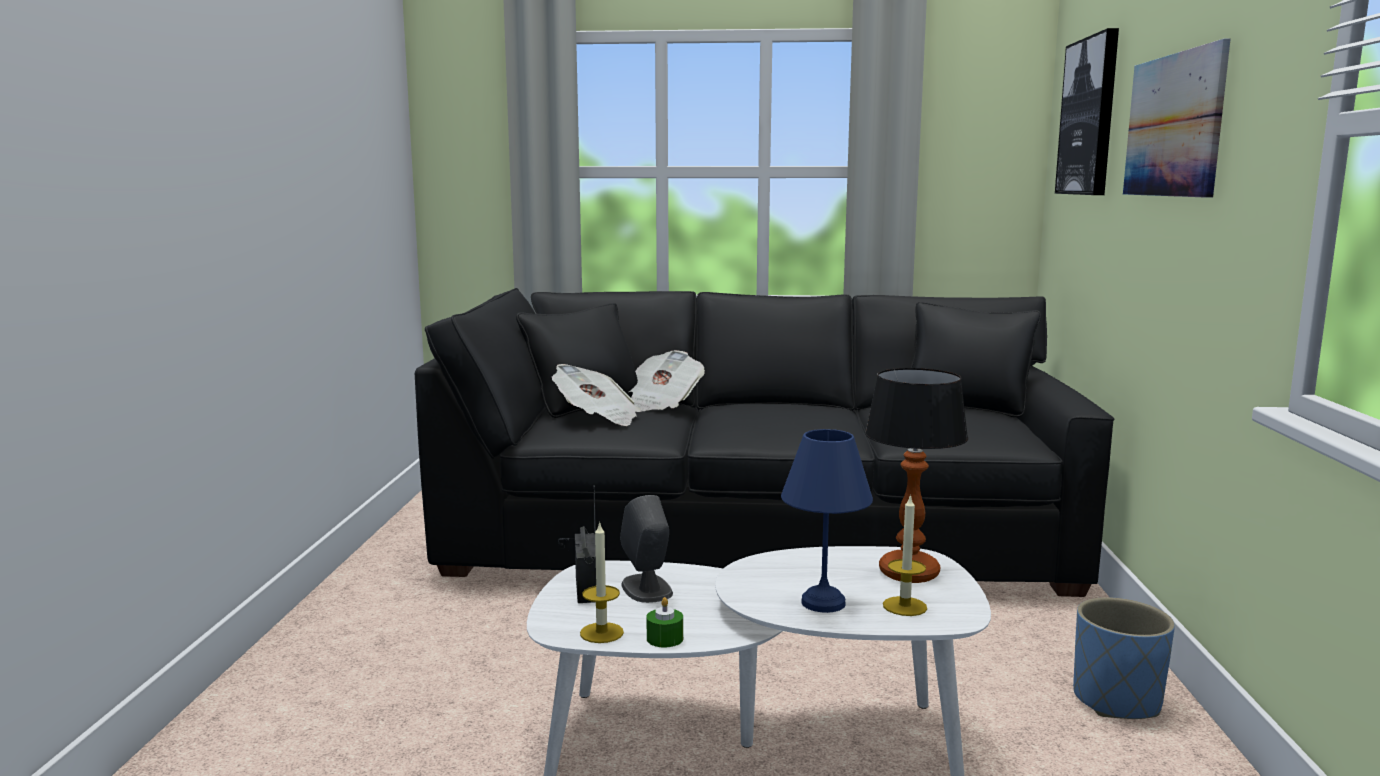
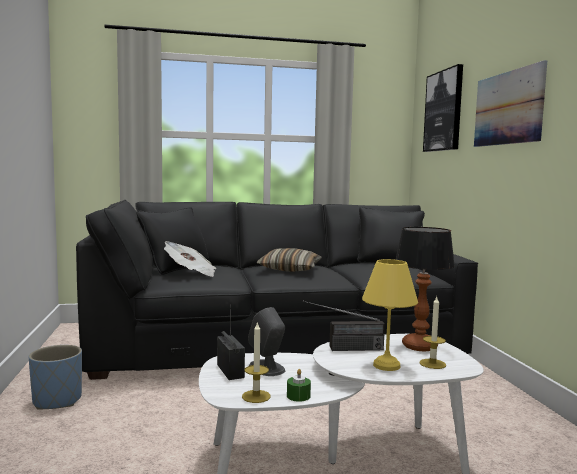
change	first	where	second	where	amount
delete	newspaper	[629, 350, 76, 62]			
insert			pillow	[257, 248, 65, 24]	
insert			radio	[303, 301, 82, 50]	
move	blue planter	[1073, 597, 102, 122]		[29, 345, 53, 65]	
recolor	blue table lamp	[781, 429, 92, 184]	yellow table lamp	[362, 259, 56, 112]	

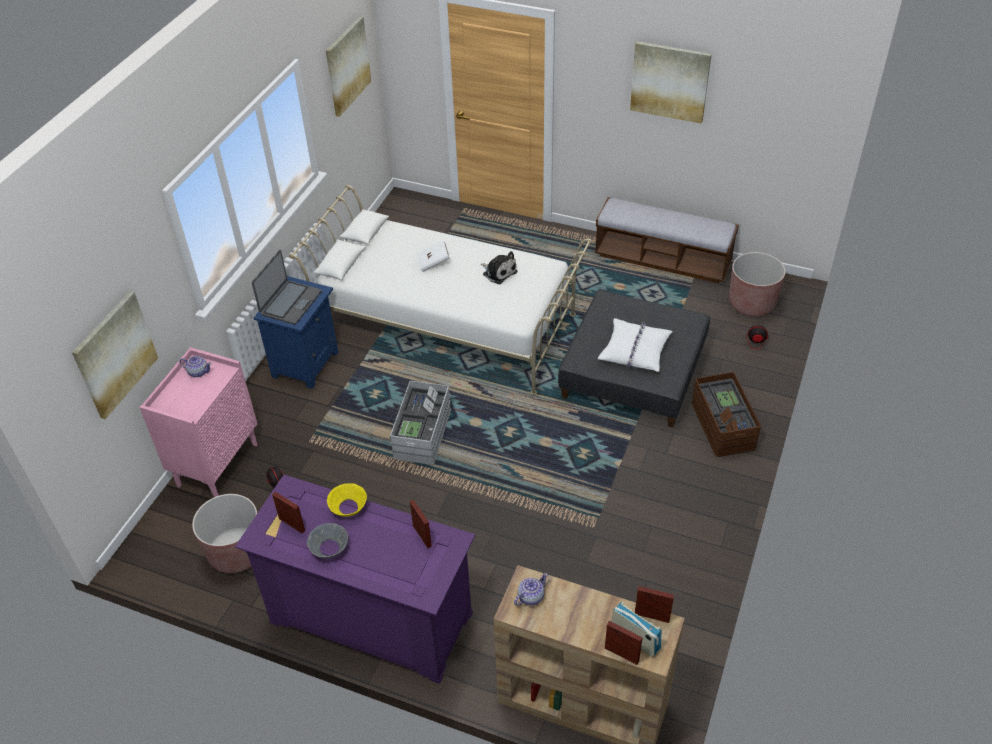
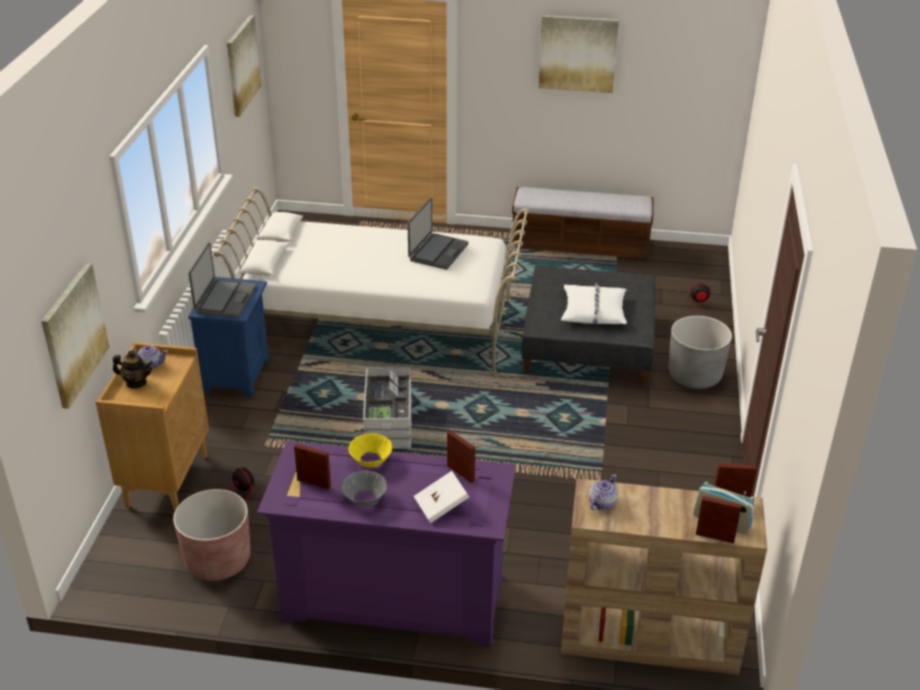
change	first	where	second	where	amount
delete	brown planter	[729, 252, 57, 65]			
insert			teapot	[113, 350, 40, 38]	
move	white book	[417, 240, 33, 32]		[414, 471, 55, 52]	
replace	plush toy	[481, 251, 37, 33]	laptop	[407, 198, 62, 72]	
replace	brown storage box	[691, 372, 70, 85]	grey planter	[668, 316, 64, 73]	
recolor	pink cabinet	[139, 347, 119, 150]	brown cabinet	[96, 342, 113, 170]	

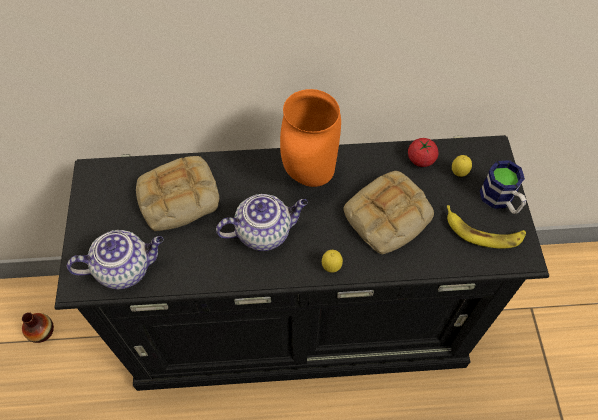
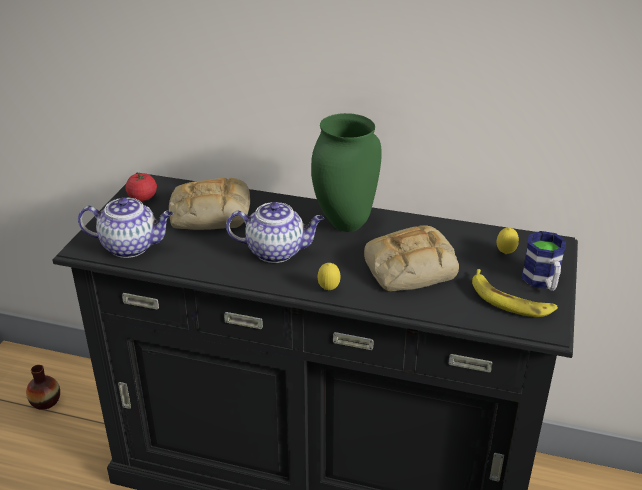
change	first	where	second	where	amount
move	tomato	[408, 138, 30, 29]		[125, 173, 32, 28]	
recolor	orange vase	[280, 89, 61, 98]	green vase	[311, 113, 70, 119]	

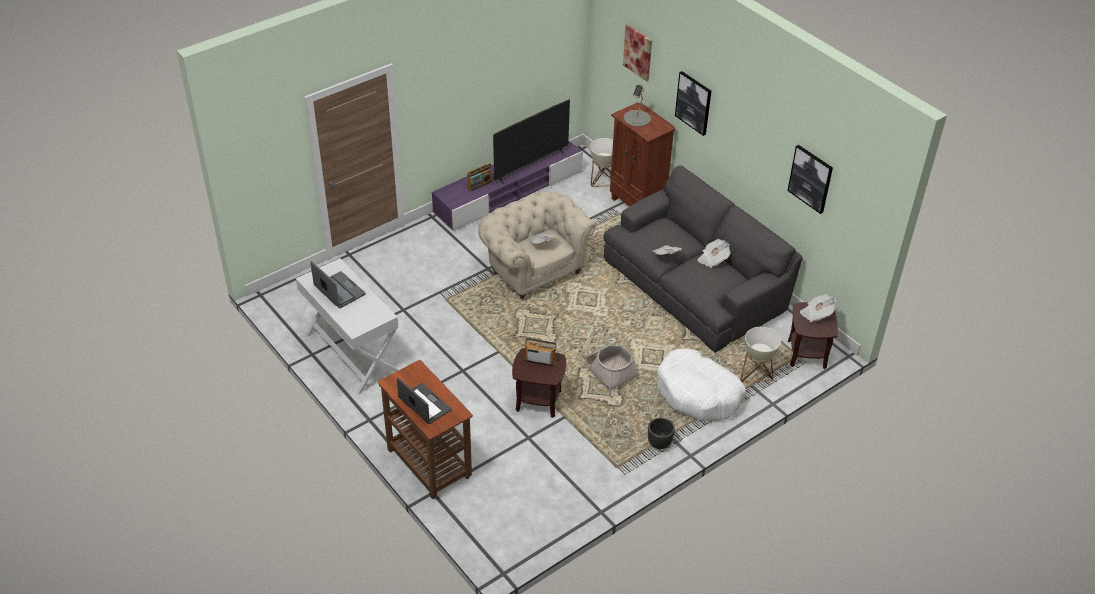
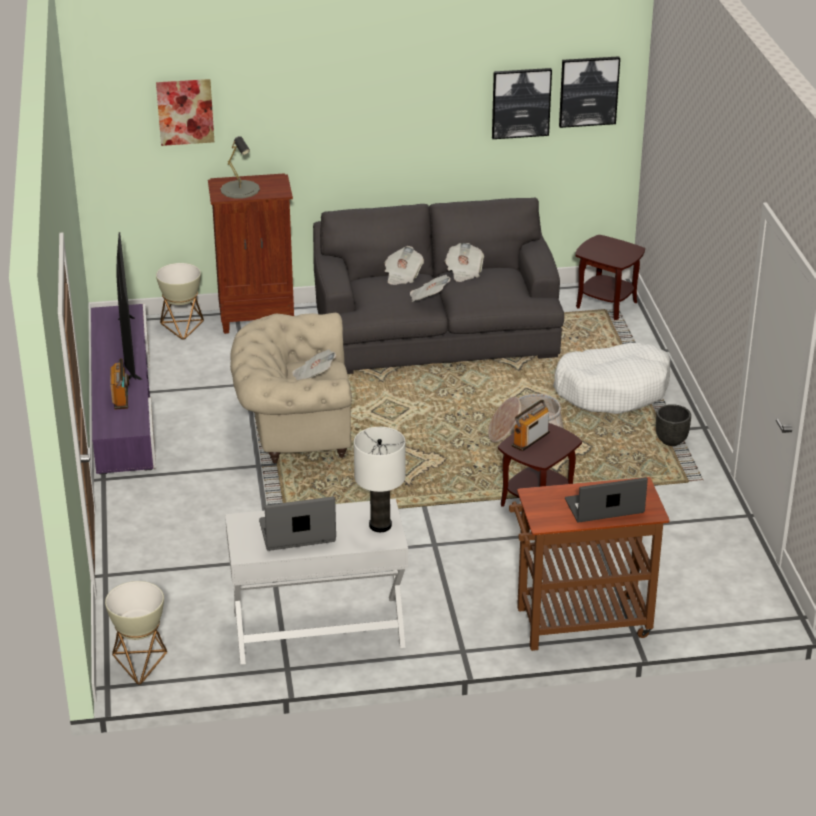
change	first	where	second	where	amount
insert			white table lamp	[354, 427, 52, 105]	
move	picture	[675, 71, 36, 65]		[559, 56, 61, 72]	
move	planter	[740, 327, 41, 55]		[105, 581, 62, 104]	
move	newspaper	[800, 294, 36, 28]		[385, 246, 39, 39]	

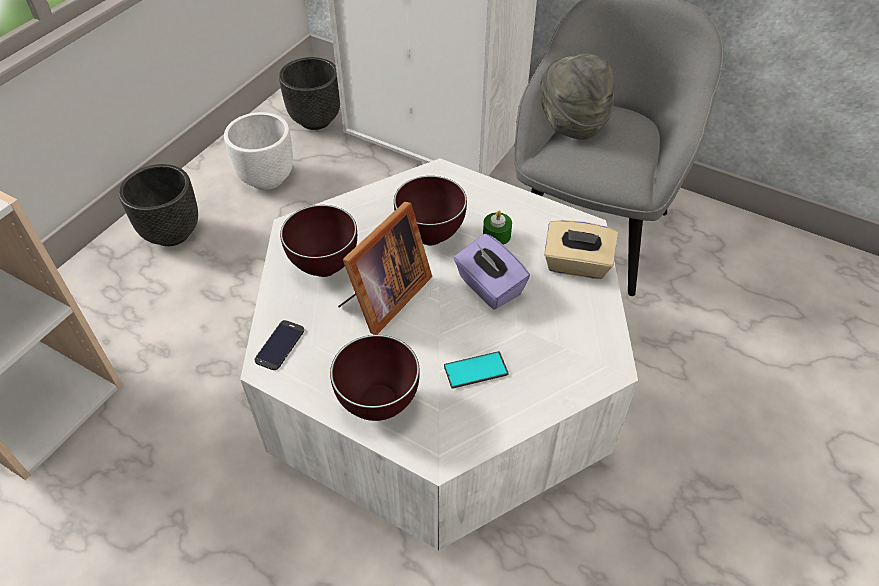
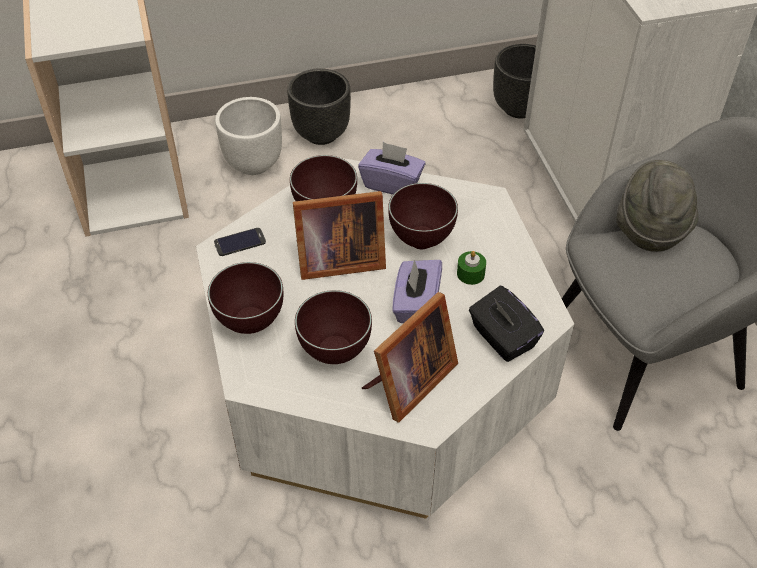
change	first	where	second	where	amount
insert			purple tissue box	[358, 142, 68, 53]	
insert			picture frame	[362, 292, 96, 131]	
move	white planter	[224, 112, 69, 78]		[215, 97, 67, 78]	
replace	phone	[444, 351, 65, 38]	brown bowl	[295, 290, 77, 74]	
recolor	beige tissue box	[544, 220, 74, 59]	black tissue box	[469, 286, 75, 76]	

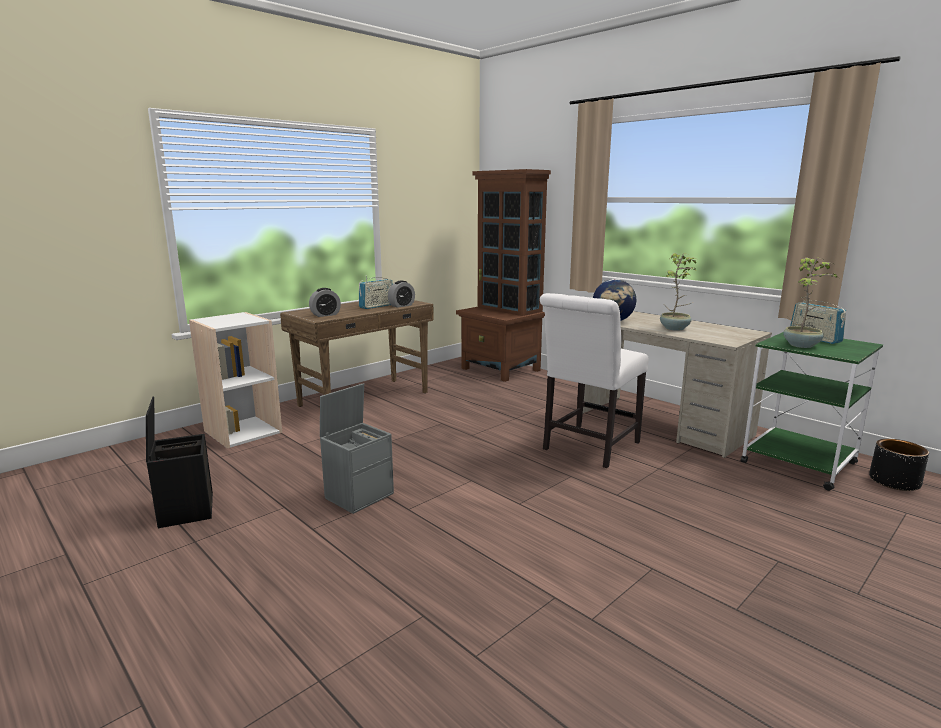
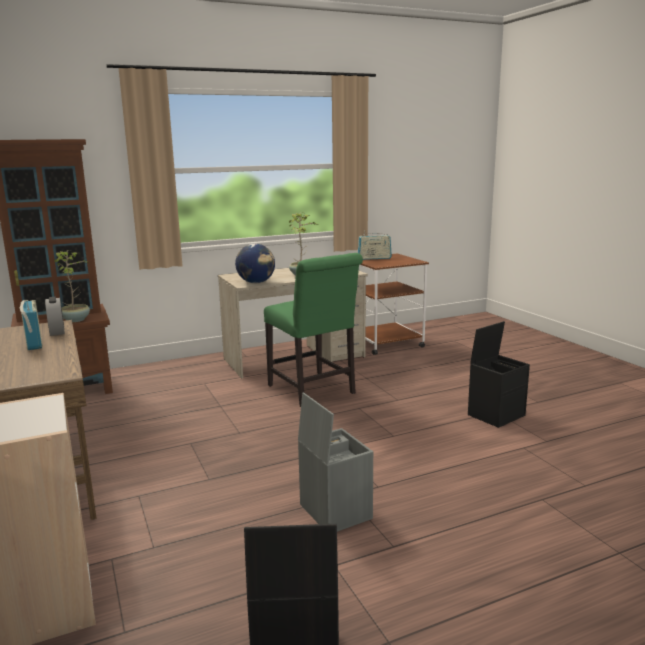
change	first	where	second	where	amount
delete	alarm clock	[309, 288, 32, 29]			
delete	black planter	[869, 439, 60, 52]			
insert			black storage box	[468, 321, 62, 107]	
move	potted plant	[783, 257, 56, 91]		[54, 250, 36, 72]	
recolor	white chair	[540, 293, 108, 175]	green chair	[264, 253, 99, 154]	
recolor	green cart	[741, 332, 142, 159]	brown cart	[359, 254, 70, 101]	

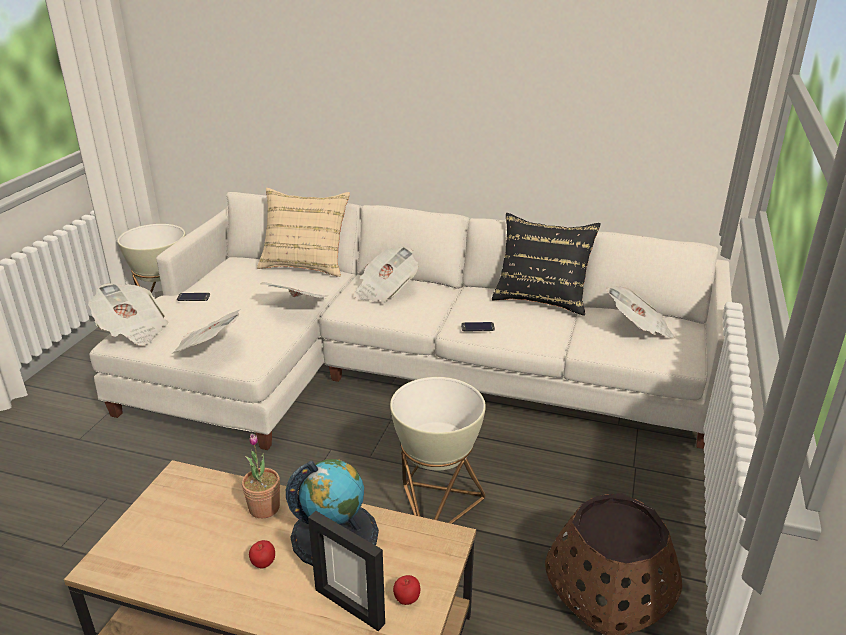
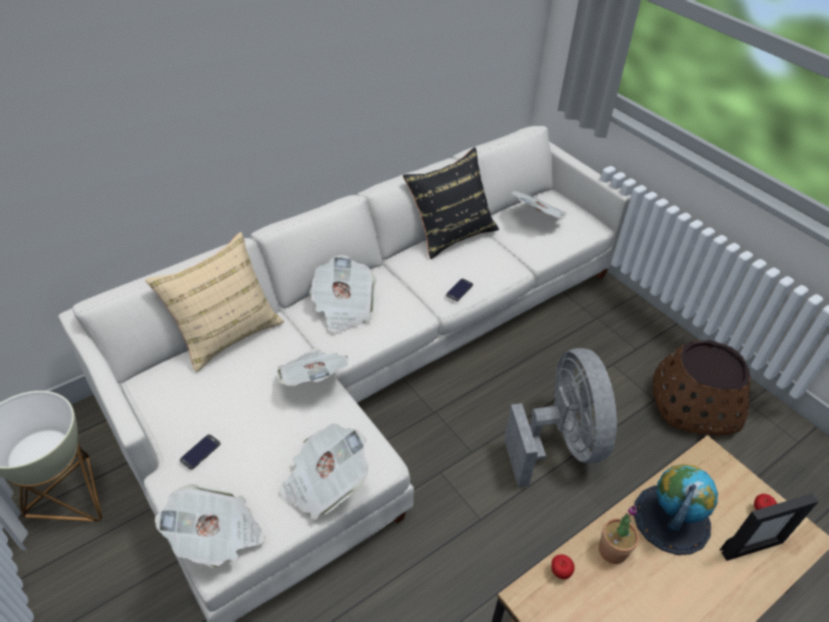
change	first	where	second	where	amount
move	apple	[249, 540, 26, 28]		[551, 554, 24, 25]	
replace	planter	[390, 377, 96, 147]	grey fan	[504, 348, 113, 139]	

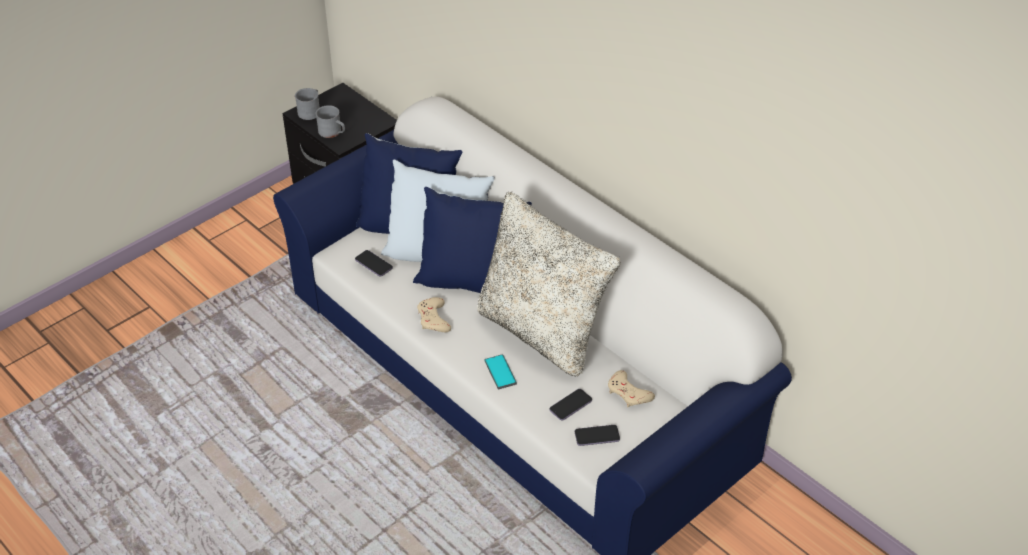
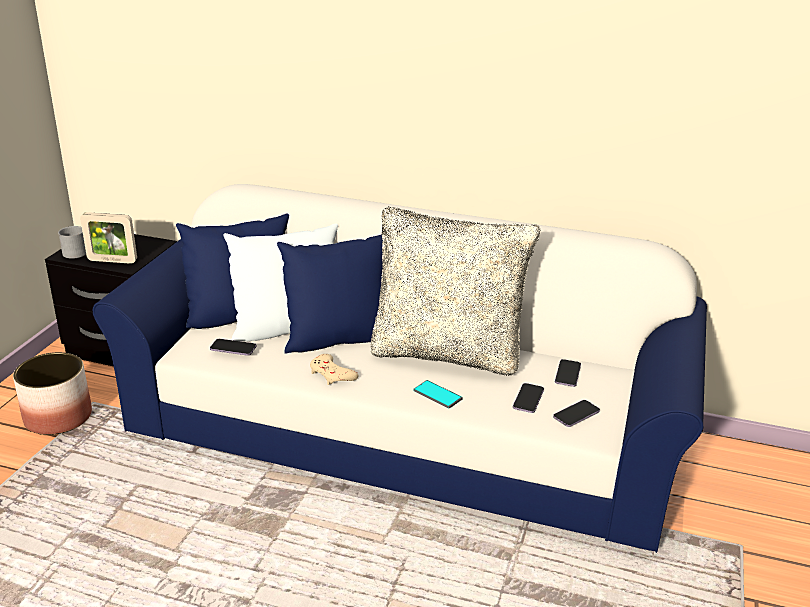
change	first	where	second	where	amount
insert			planter	[13, 352, 79, 83]	
replace	grey mug	[316, 105, 29, 33]	picture frame	[80, 212, 57, 52]	
replace	beige game controller	[608, 370, 47, 37]	phone	[555, 359, 26, 28]	

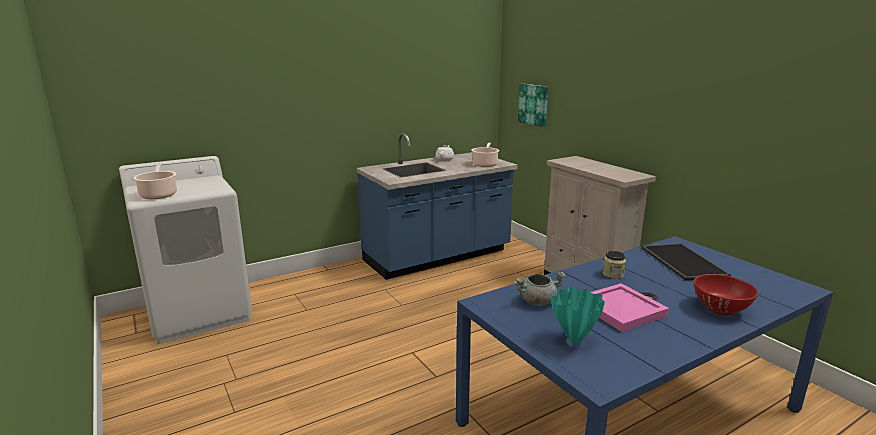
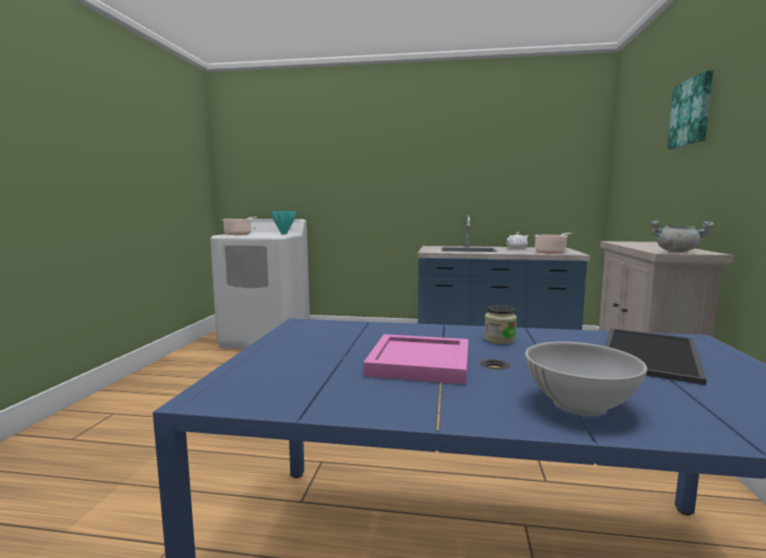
change	first	where	second	where	amount
move	grey cooking pot	[516, 272, 49, 34]		[650, 220, 64, 32]	
move	picture	[518, 84, 30, 43]		[667, 70, 46, 79]	
move	turquoise vase	[551, 287, 54, 58]		[271, 211, 25, 23]	
recolor	red bowl	[694, 274, 64, 41]	white bowl	[525, 342, 122, 74]	

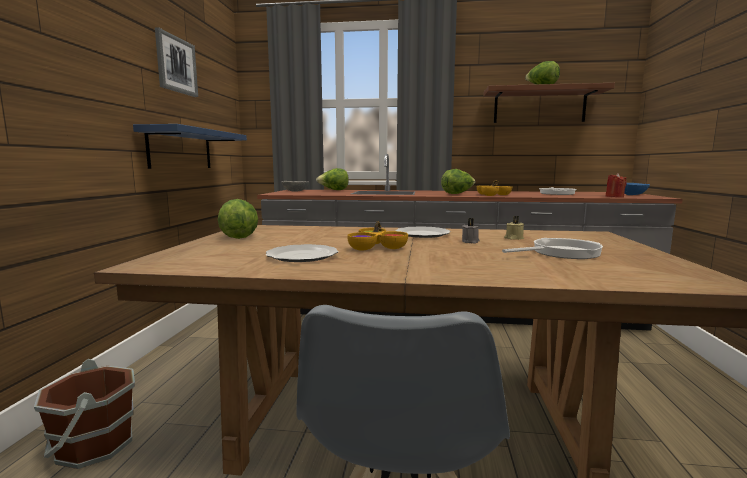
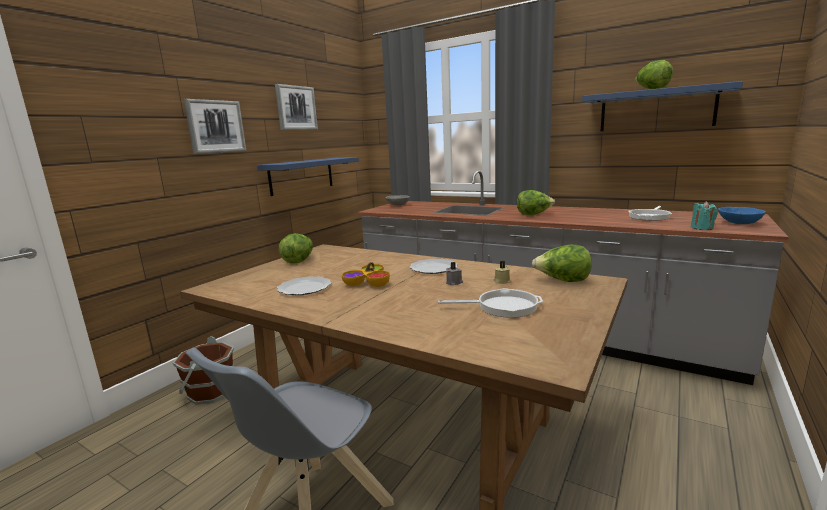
change	first	where	second	where	amount
delete	bowl	[477, 180, 35, 16]			
insert			picture	[184, 99, 62, 55]	
move	lettuce	[316, 168, 33, 22]		[532, 245, 60, 37]	
recolor	brown shelf	[483, 83, 132, 40]	blue shelf	[582, 81, 161, 50]	
recolor	red candle	[606, 173, 21, 25]	turquoise candle	[691, 201, 27, 29]	

